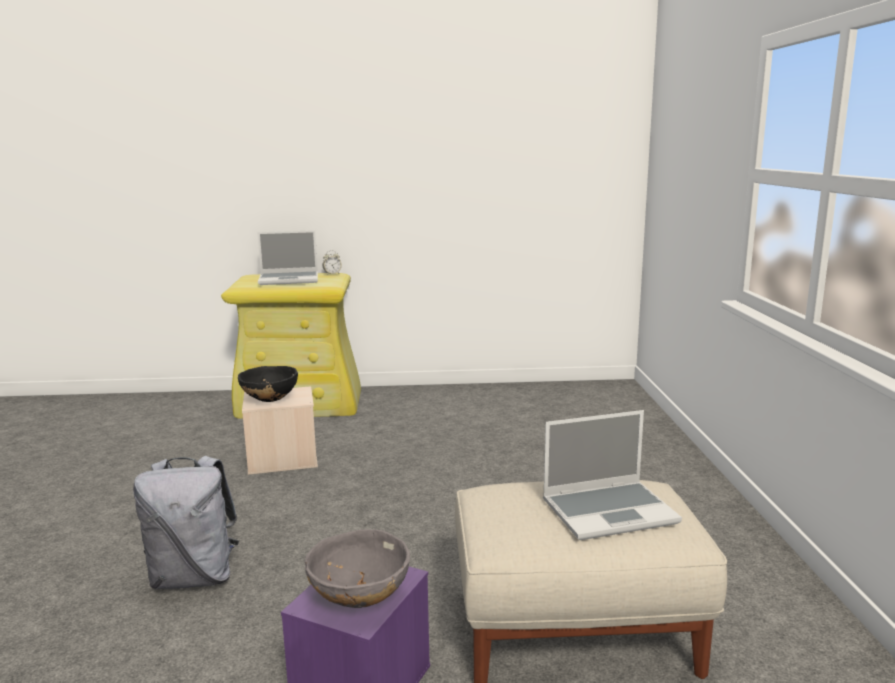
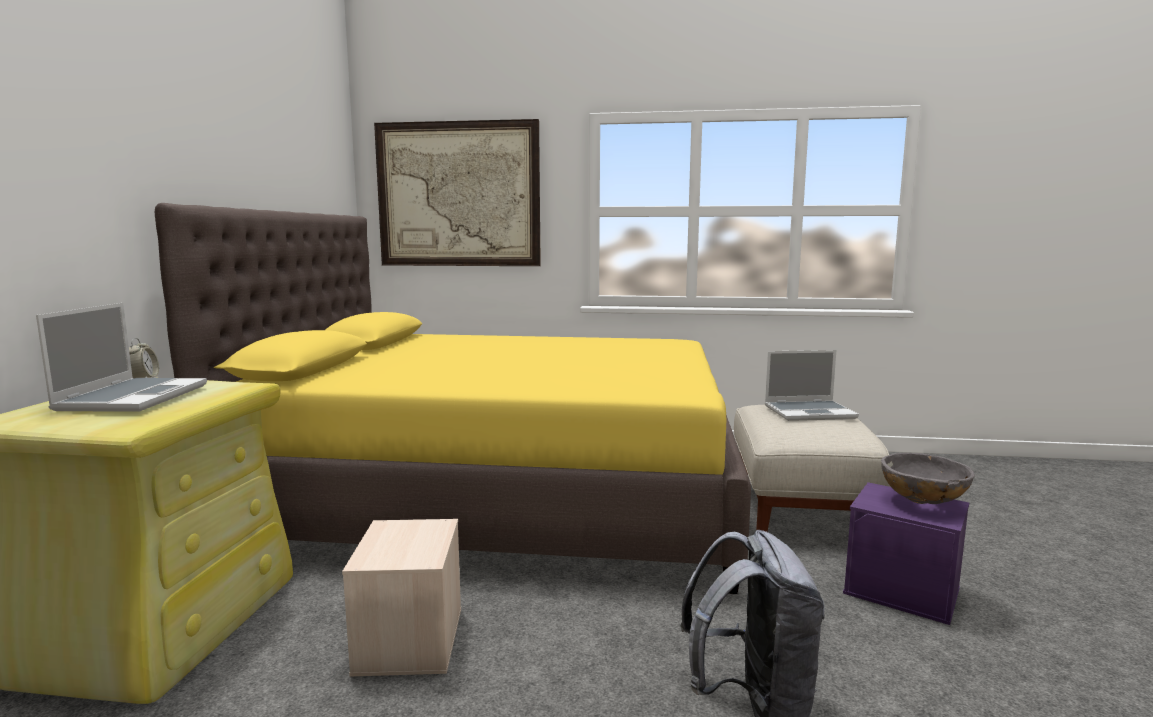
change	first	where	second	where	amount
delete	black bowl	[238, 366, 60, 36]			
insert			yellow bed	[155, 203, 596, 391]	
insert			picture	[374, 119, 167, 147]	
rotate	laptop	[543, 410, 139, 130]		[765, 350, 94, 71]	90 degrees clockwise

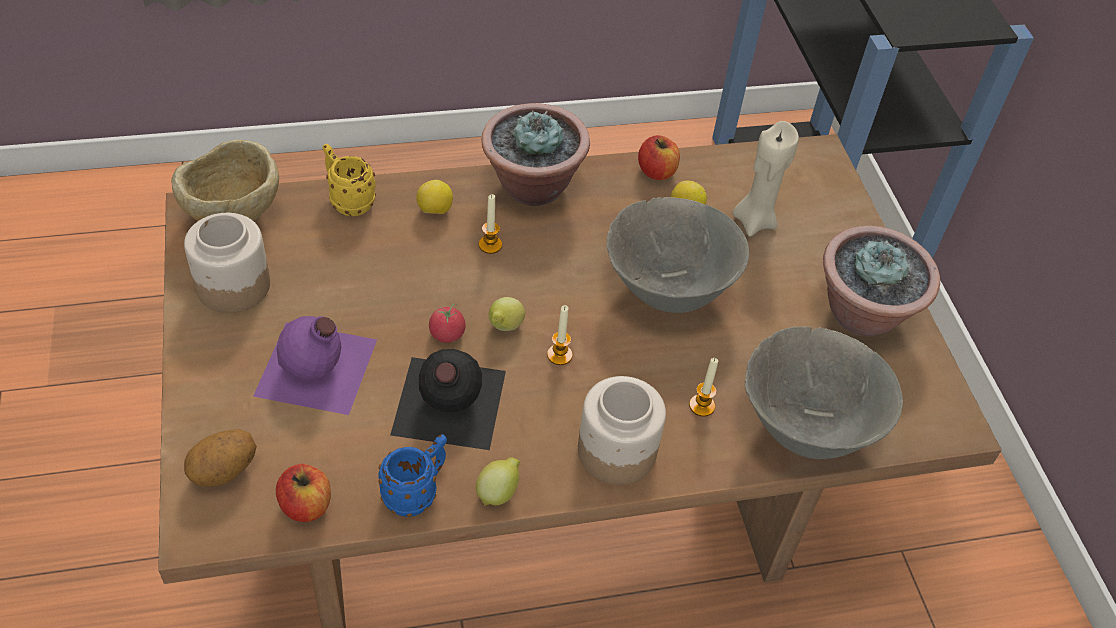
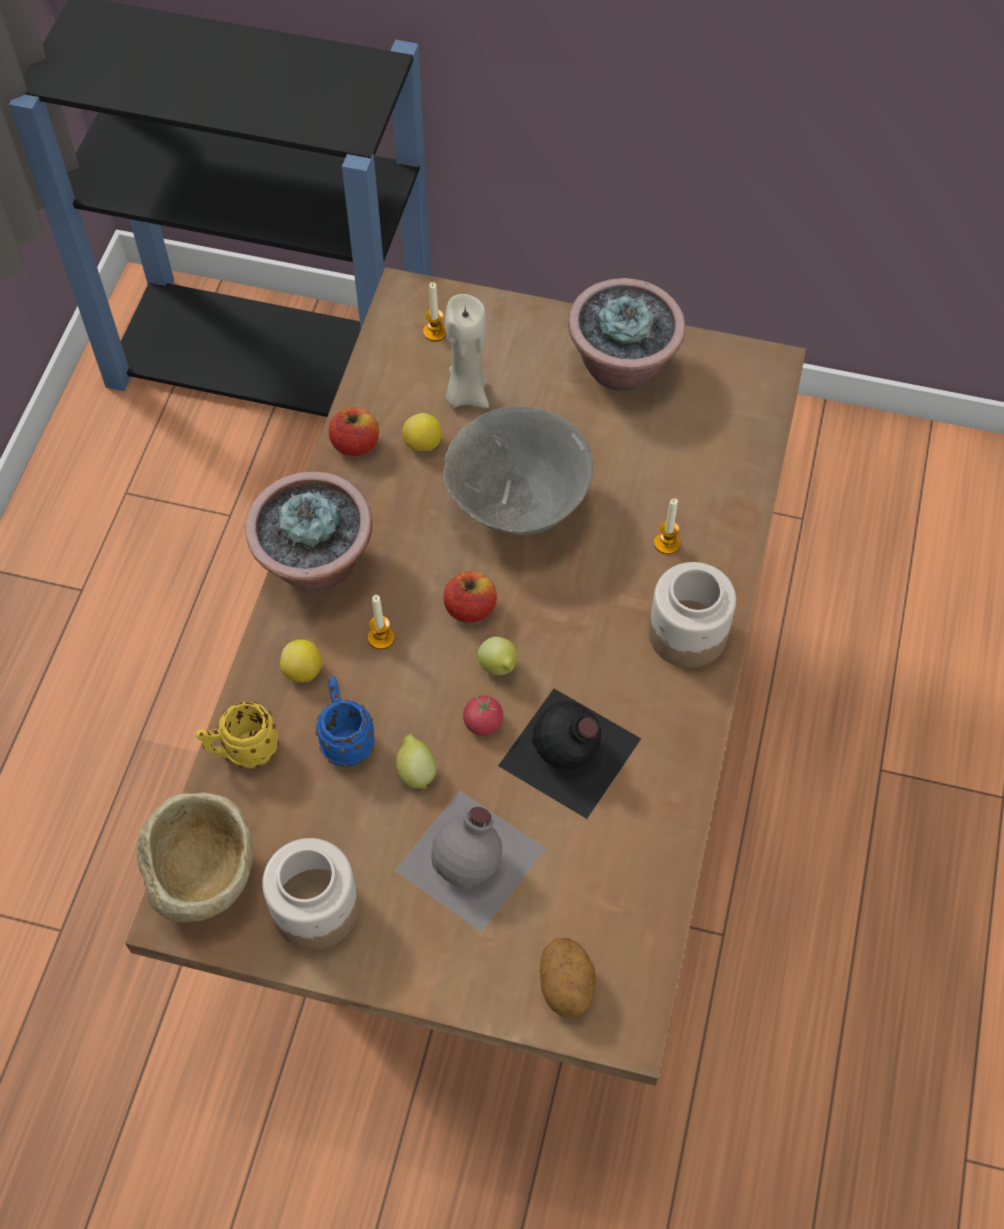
change	first	where	second	where	amount
delete	grey bowl	[745, 326, 158, 133]			
move	apple	[276, 464, 55, 58]		[443, 571, 54, 52]	
move	blue mug	[378, 434, 69, 83]		[316, 676, 58, 91]	
move	lemon	[476, 457, 44, 49]		[396, 734, 41, 55]	
move	candle	[547, 305, 26, 60]		[423, 282, 23, 59]	
recolor	purple bottle	[253, 316, 124, 99]	grey bottle	[395, 790, 151, 142]	

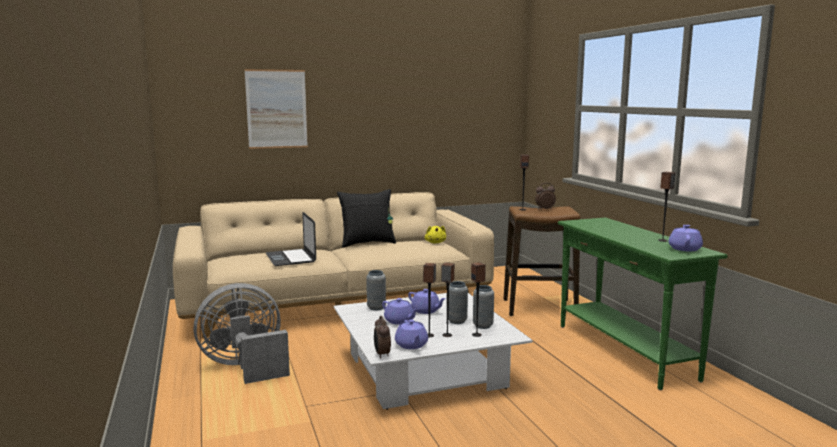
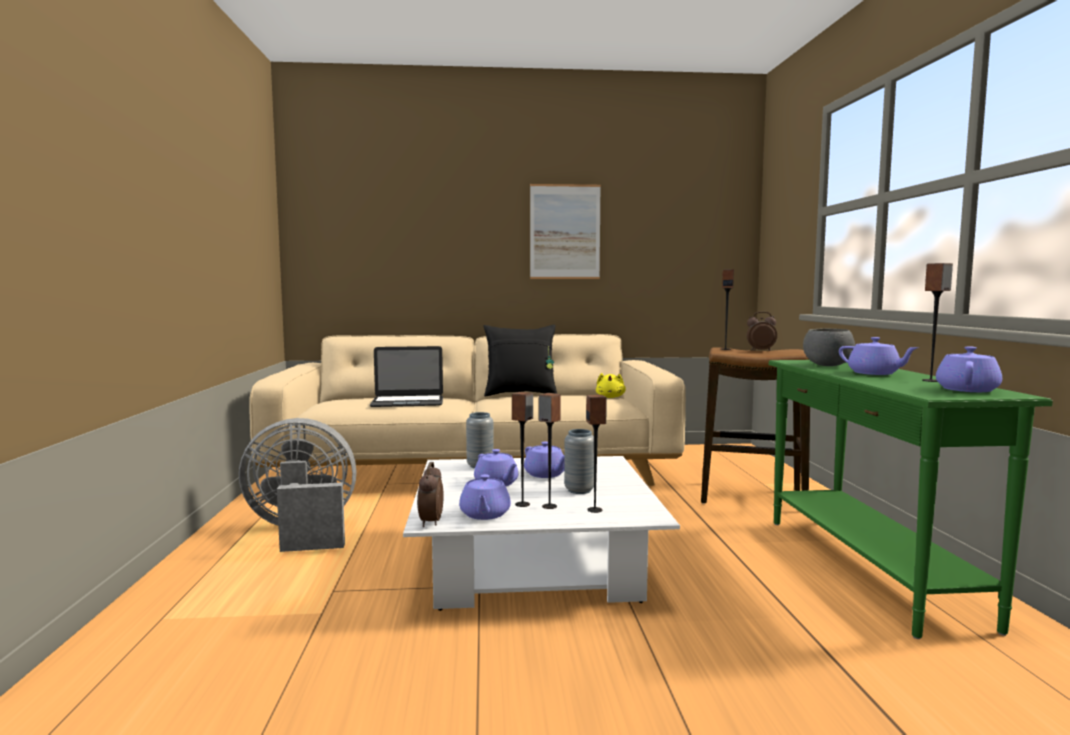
change	first	where	second	where	amount
delete	grey vase	[473, 285, 21, 44]			
insert			grey bowl	[803, 329, 52, 37]	
insert			purple teapot	[839, 337, 80, 38]	
move	picture	[245, 69, 63, 80]		[530, 184, 71, 95]	
rotate	laptop	[266, 212, 50, 54]		[370, 346, 73, 61]	90 degrees counterclockwise

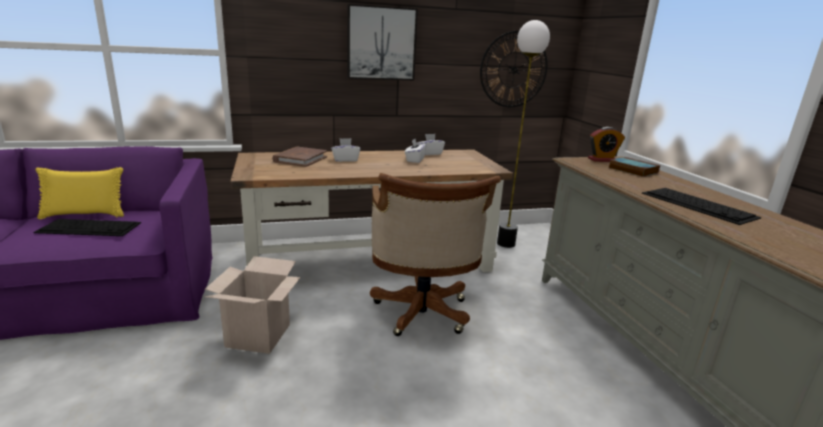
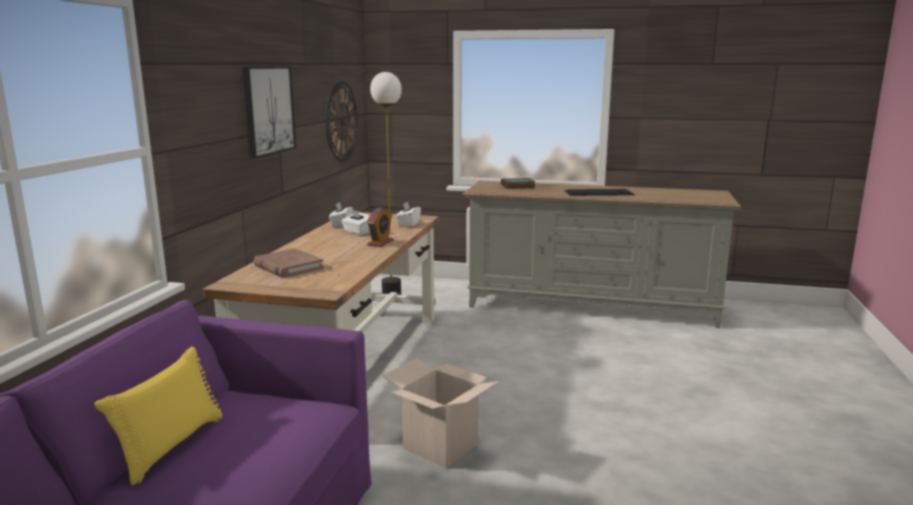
change	first	where	second	where	amount
delete	keyboard	[33, 219, 108, 17]			
delete	office chair	[370, 173, 131, 163]			
move	white tissue box	[331, 138, 29, 24]		[395, 201, 26, 26]	
move	alarm clock	[588, 127, 37, 35]		[367, 208, 26, 39]	

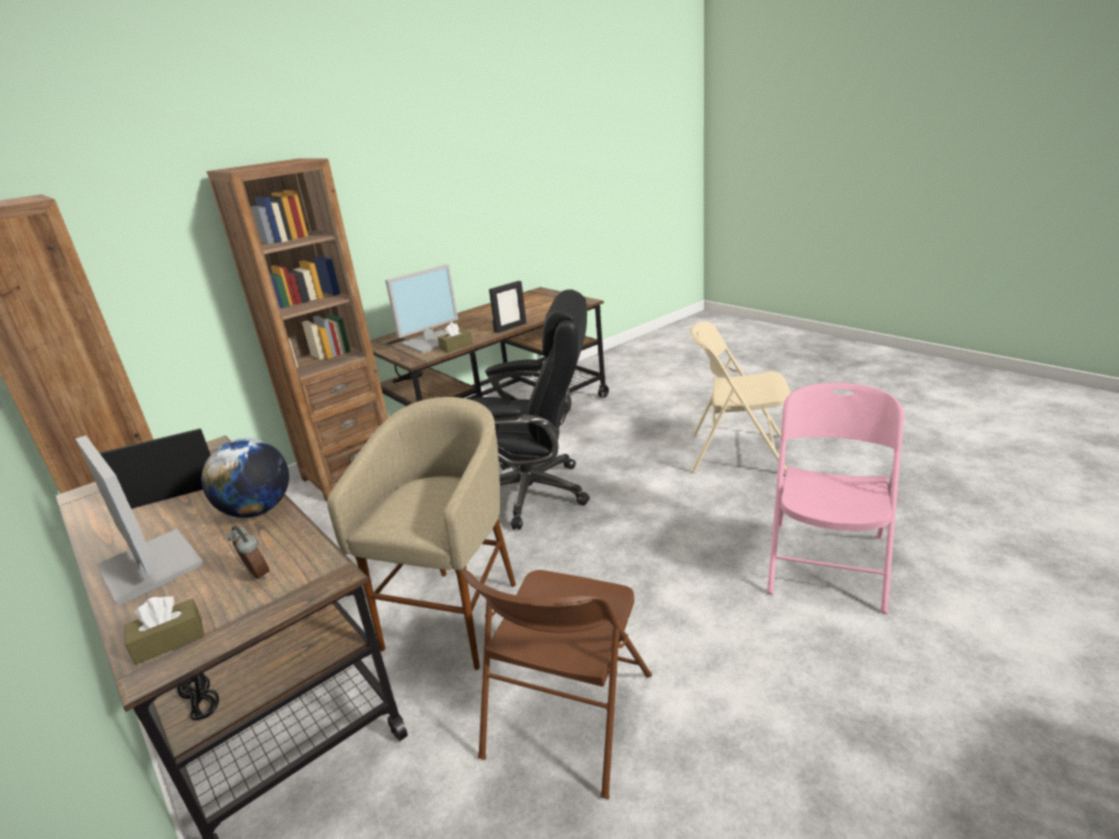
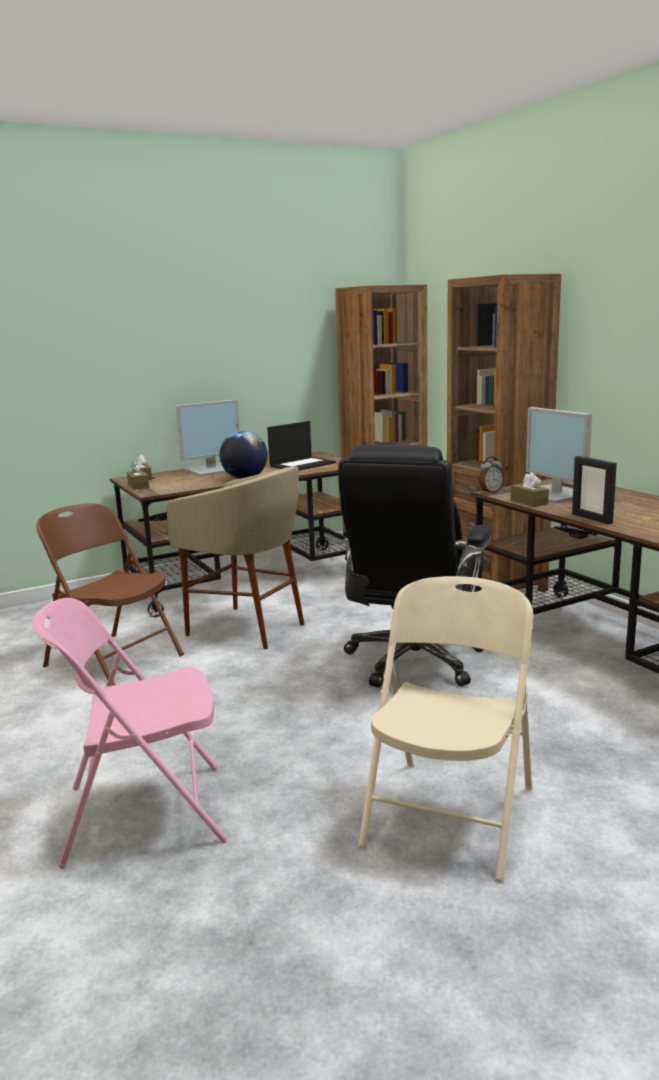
change	first	where	second	where	amount
insert			brown tissue box	[127, 461, 22, 29]	
move	alarm clock	[228, 525, 41, 55]		[479, 456, 25, 38]	
rotate	laptop	[100, 429, 111, 80]		[267, 421, 69, 50]	60 degrees clockwise
rotate	pink chair	[767, 383, 137, 231]		[32, 598, 195, 271]	135 degrees clockwise

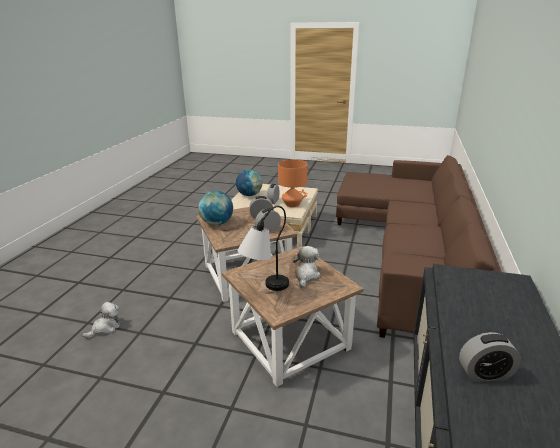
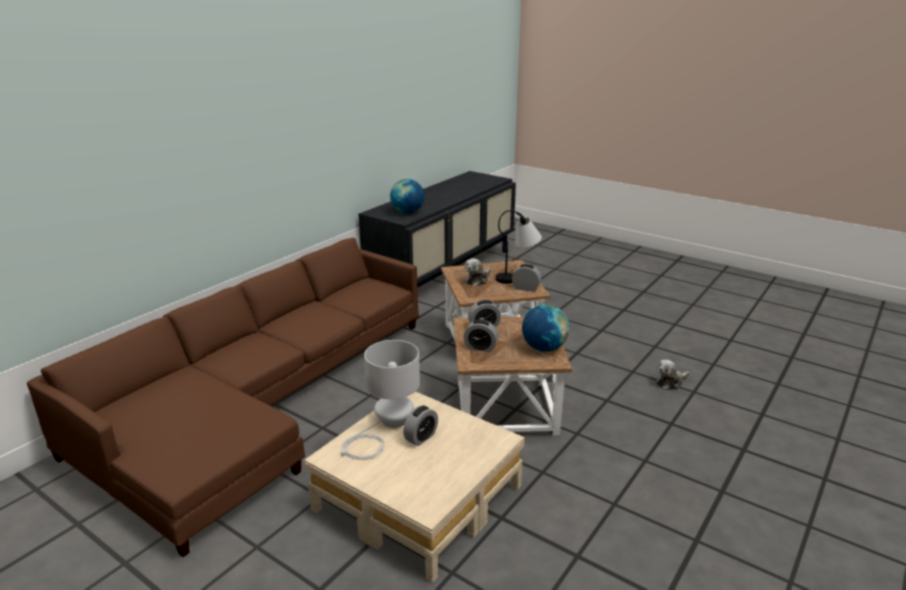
change	first	where	second	where	amount
move	globe	[236, 169, 26, 27]		[390, 179, 34, 35]	
move	alarm clock	[459, 332, 62, 50]		[512, 264, 29, 28]	
recolor	orange table lamp	[278, 160, 29, 47]	white table lamp	[341, 340, 79, 120]	

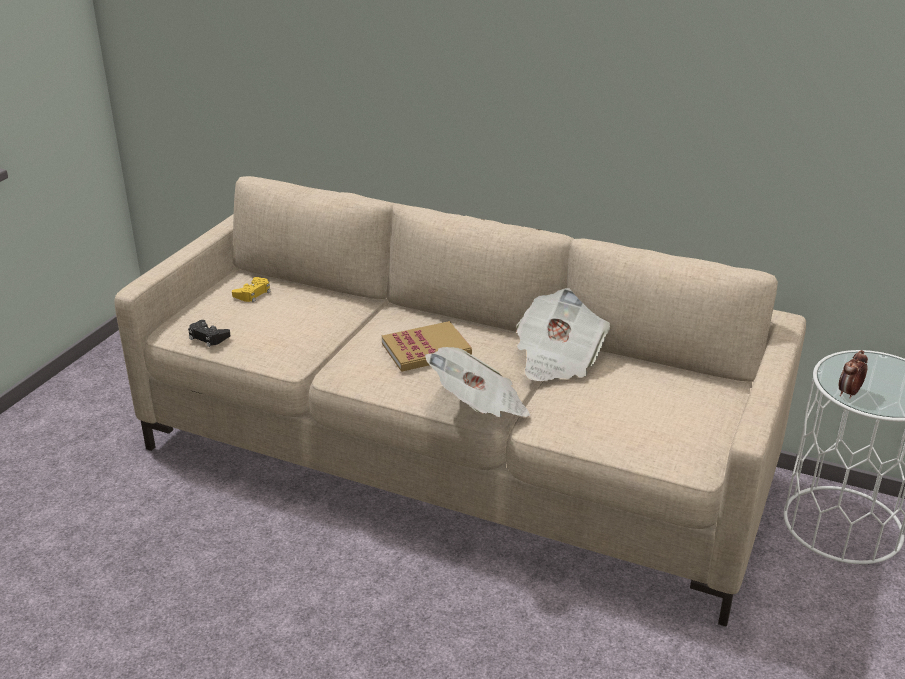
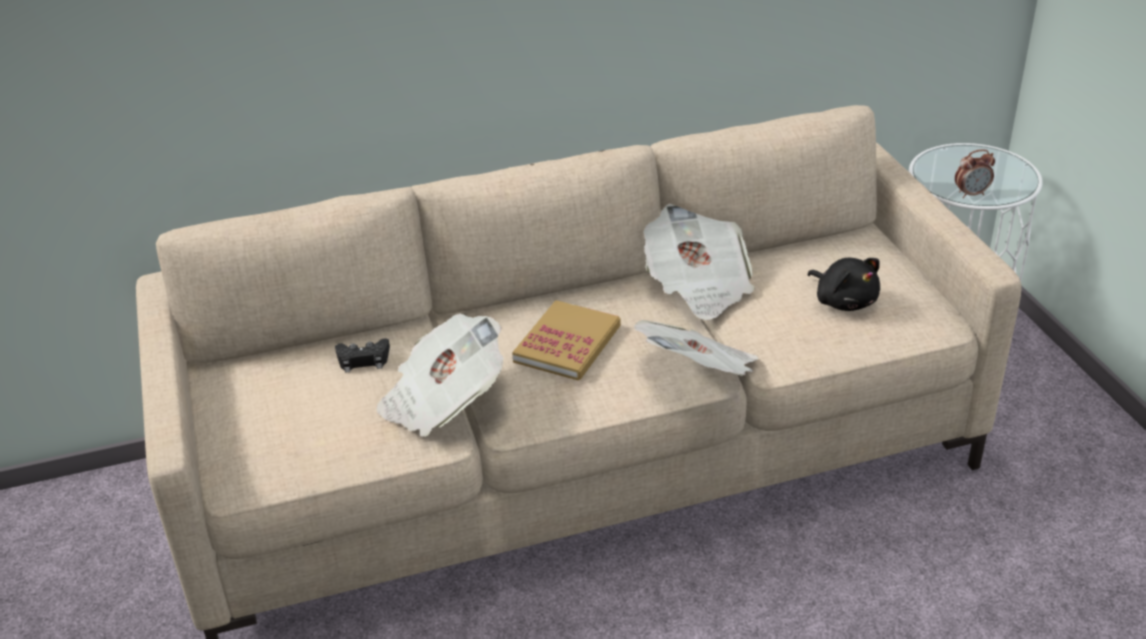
change	first	where	second	where	amount
delete	yellow game controller	[232, 277, 39, 25]			
insert			newspaper	[376, 314, 128, 123]	
insert			black plush toy	[807, 258, 73, 53]	
move	black game controller	[188, 320, 43, 27]		[335, 338, 55, 35]	
rotate	alarm clock	[839, 350, 29, 49]		[955, 149, 40, 49]	105 degrees counterclockwise

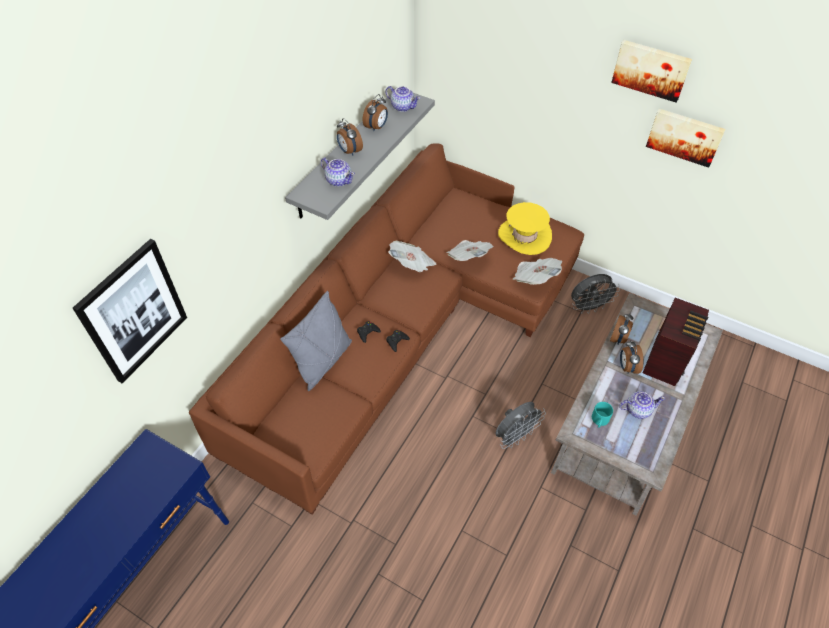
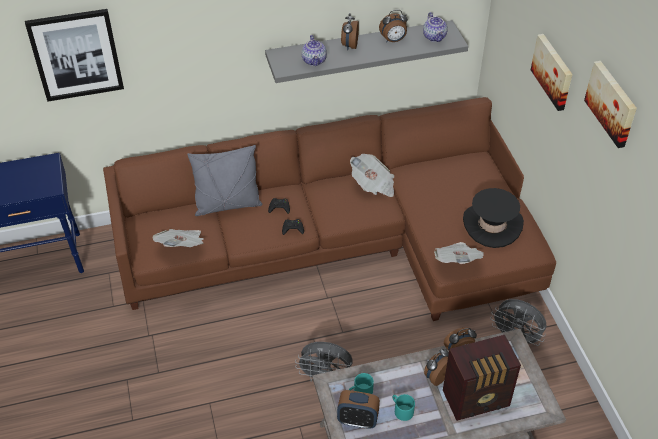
change	first	where	second	where	amount
insert			alarm clock	[337, 390, 43, 39]	
move	newspaper	[446, 240, 48, 21]		[152, 229, 52, 18]	
move	picture	[646, 109, 80, 59]		[531, 34, 42, 77]	
replace	teapot	[619, 391, 46, 28]	turquoise mug	[392, 394, 23, 27]	
recolor	yellow hat	[498, 202, 54, 53]	black hat	[463, 188, 61, 60]	

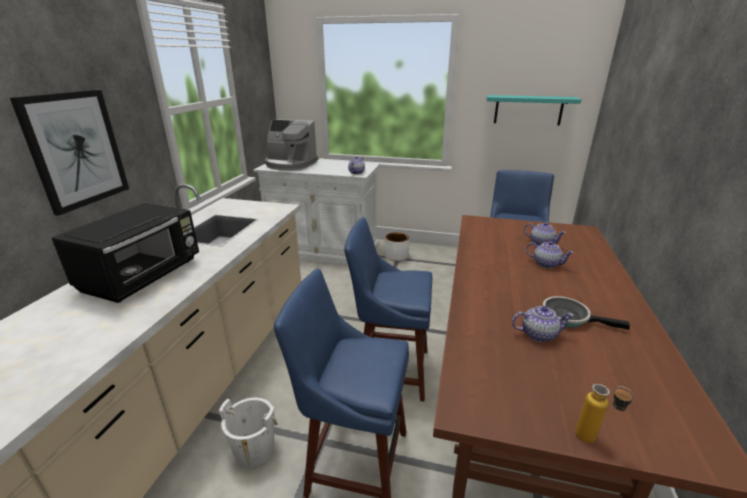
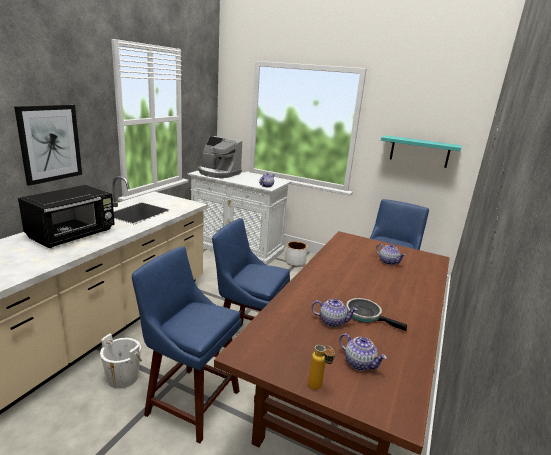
change	first	where	second	where	amount
move	teapot	[526, 241, 48, 27]		[339, 333, 48, 38]	

